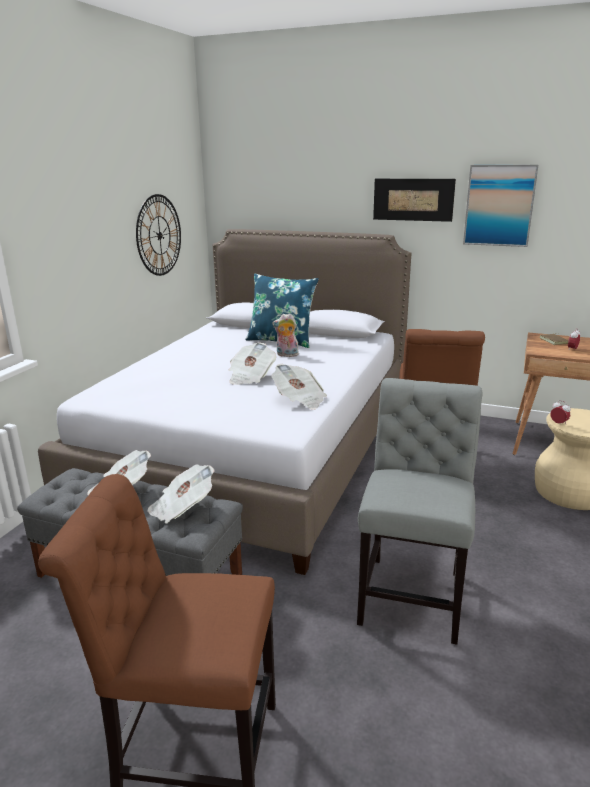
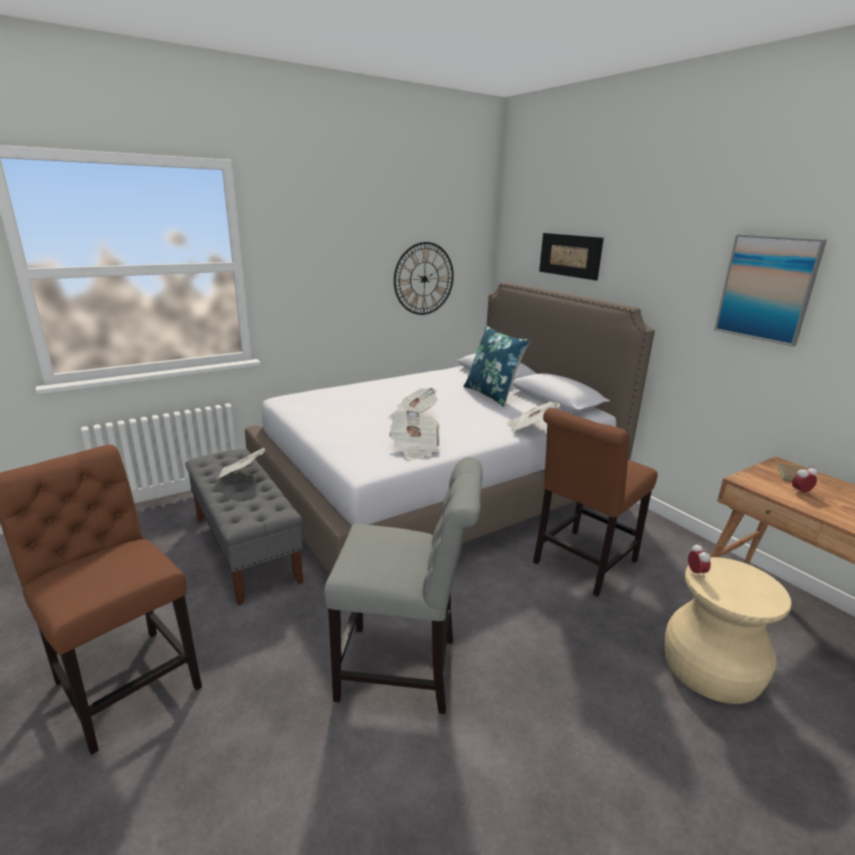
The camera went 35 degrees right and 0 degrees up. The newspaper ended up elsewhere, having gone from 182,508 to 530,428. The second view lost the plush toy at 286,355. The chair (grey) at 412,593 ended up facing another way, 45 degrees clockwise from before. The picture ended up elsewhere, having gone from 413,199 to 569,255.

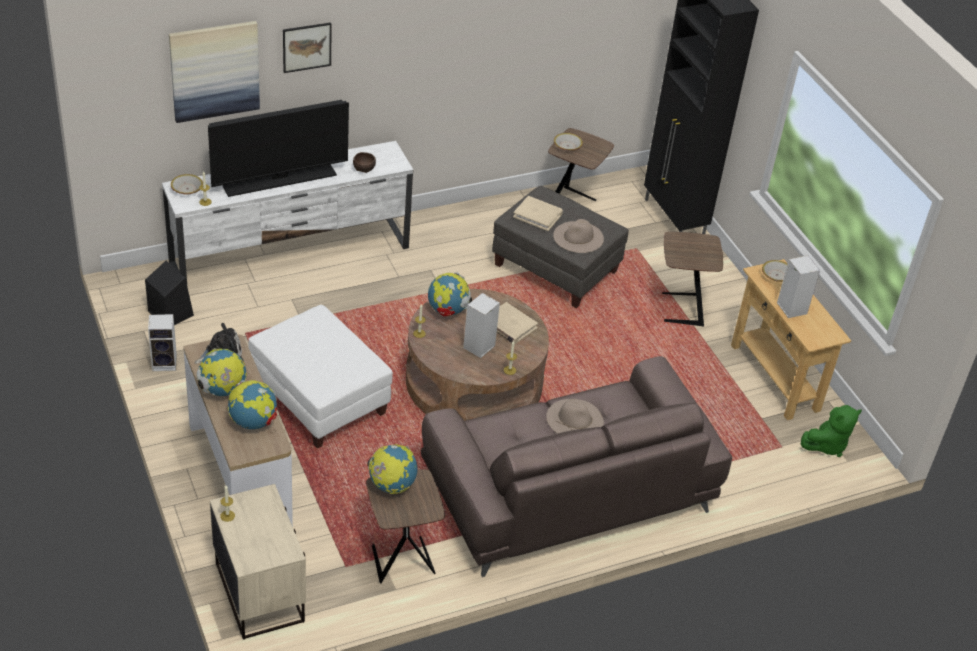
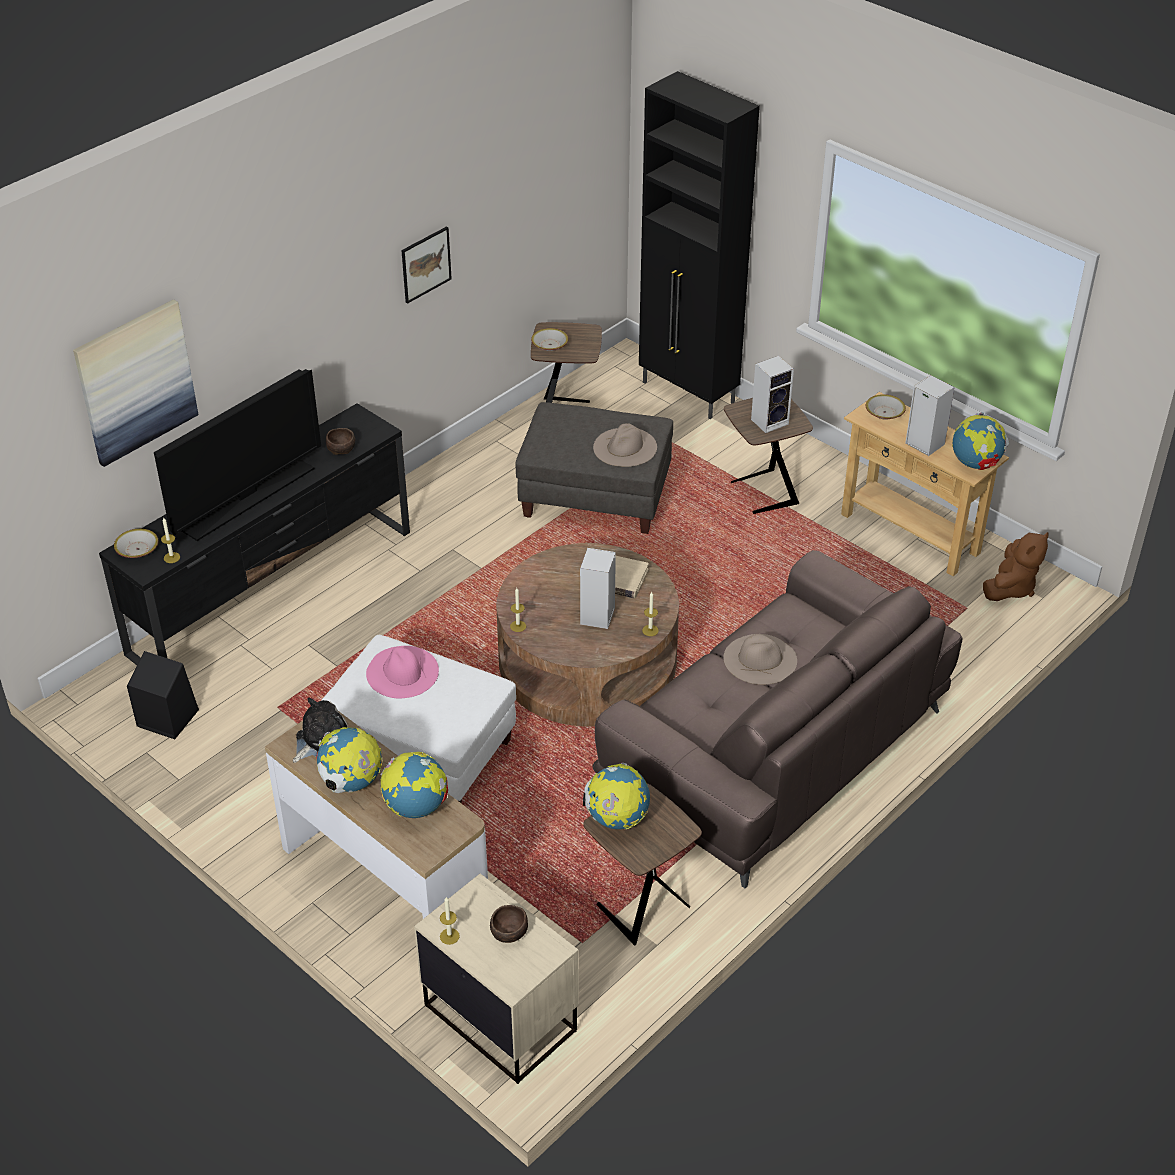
The camera went 20 degrees left and 0 degrees up. The speaker ended up elsewhere, having gone from 165,363 to 770,421. What was the tv stand (white) at 291,255 turned into the tv stand (black) at 274,591. The picture ended up elsewhere, having gone from 307,47 to 426,264. The globe ended up elsewhere, having gone from 447,311 to 976,464. The second view lost the book (beige) at 538,215. What was the plush toy (green) at 827,445 turned into the plush toy (brown) at 1010,588. The second view gained the hat (pink) at 402,672. The second view gained the bowl (brown) at 508,932.

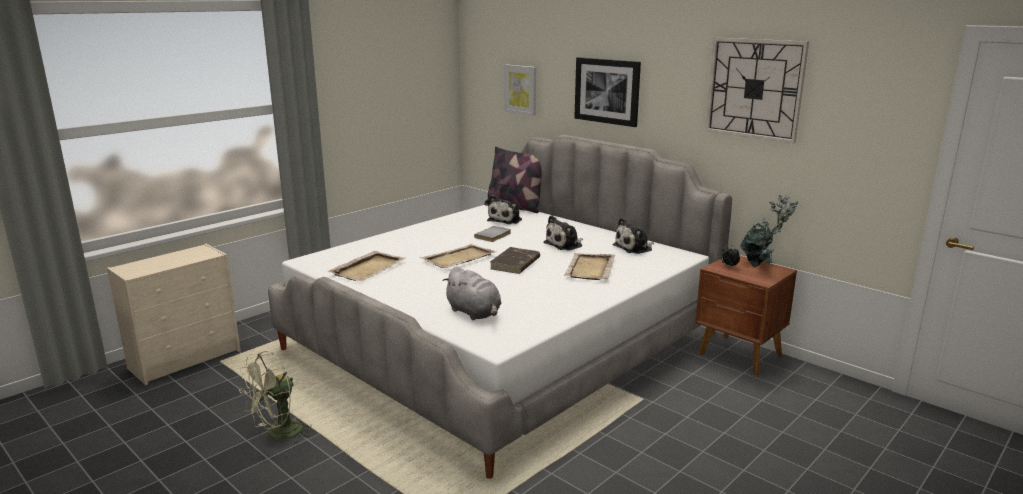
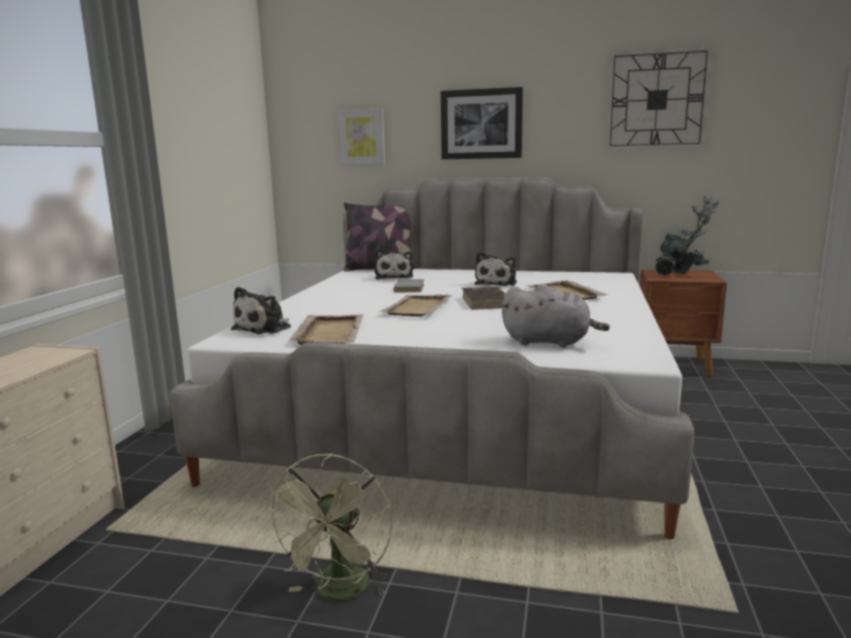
The camera went 30 degrees left and 5 degrees down. The plush toy ended up elsewhere, having gone from 634,248 to 264,328.

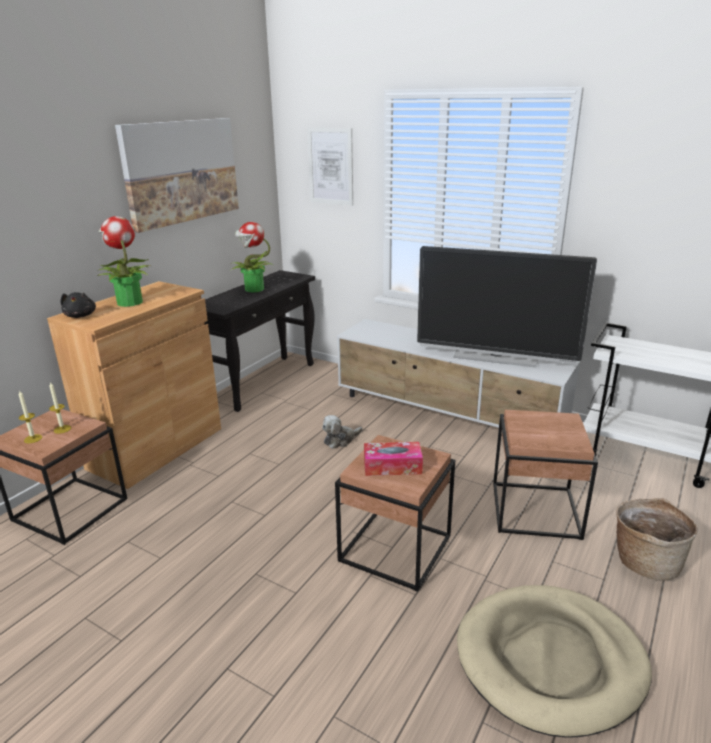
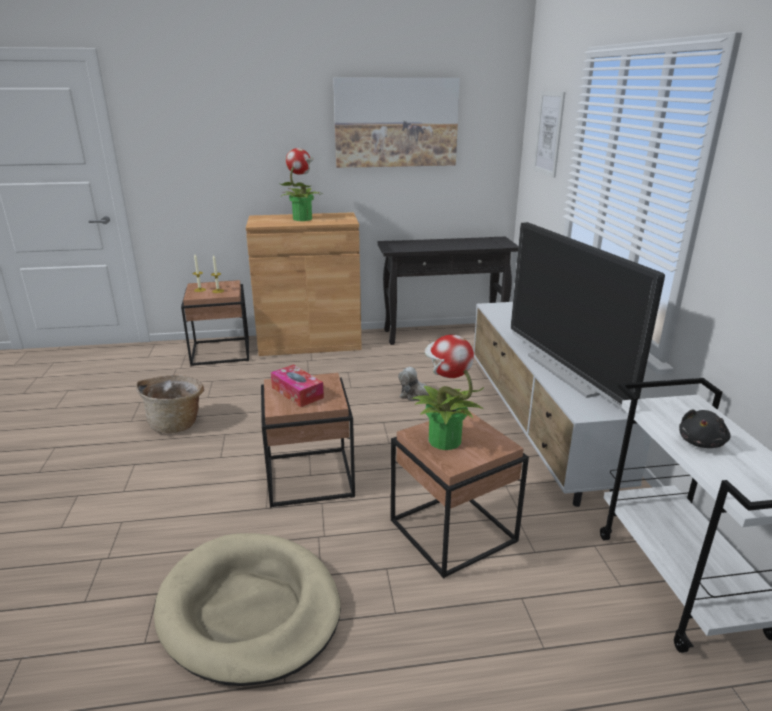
The camera went 50 degrees right and 0 degrees up. The plush toy (black) ended up elsewhere, having gone from 81,316 to 701,442. The potted plant ended up elsewhere, having gone from 253,289 to 443,440. The basket ended up elsewhere, having gone from 645,561 to 177,423.

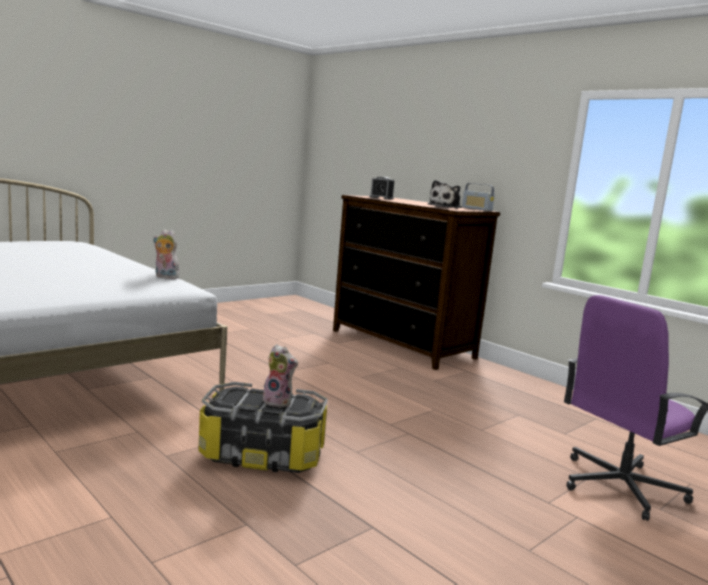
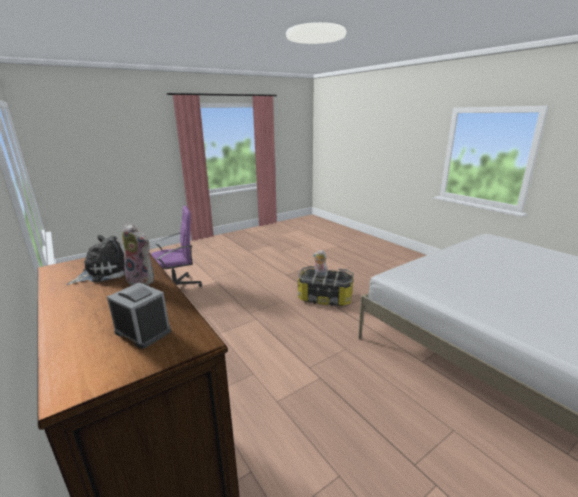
The camera went 170 degrees left and 10 degrees up. The plush toy ended up elsewhere, having gone from 165,277 to 143,280. The second view lost the radio at 477,209.

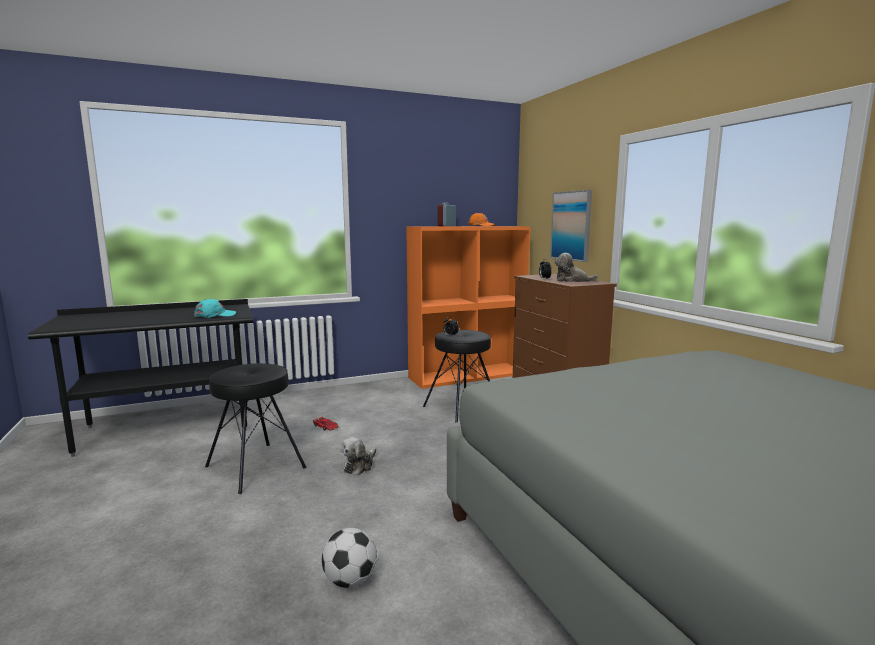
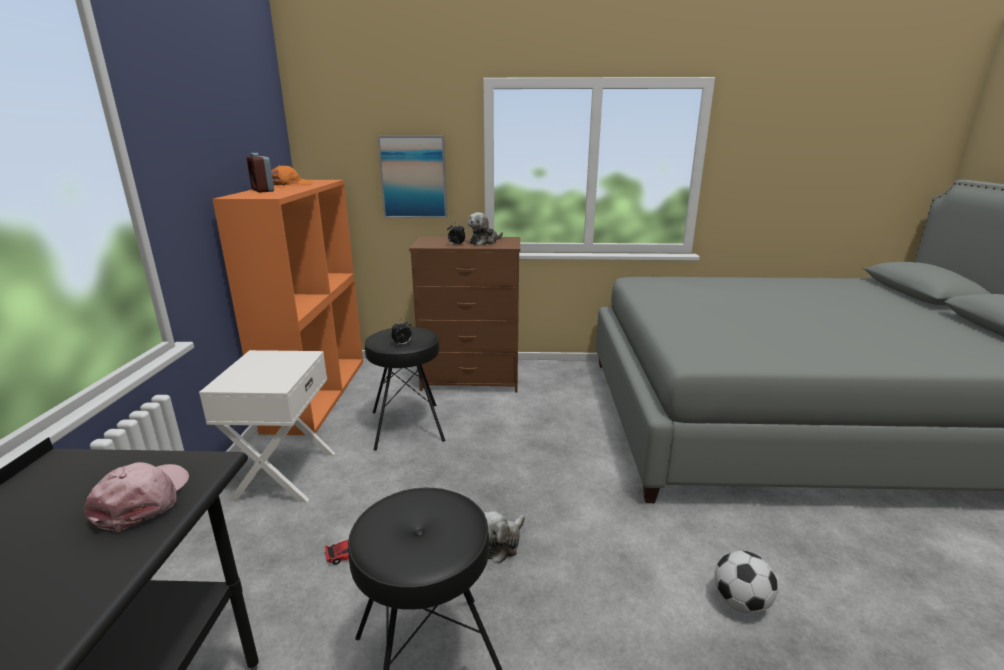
The camera went 65 degrees left and 10 degrees up. What was the cap (turquoise) at 215,315 turned into the cap (pink) at 143,499. The plush toy at 359,465 ended up facing another way, 75 degrees clockwise from before. The second view gained the nightstand (white) at 283,475.

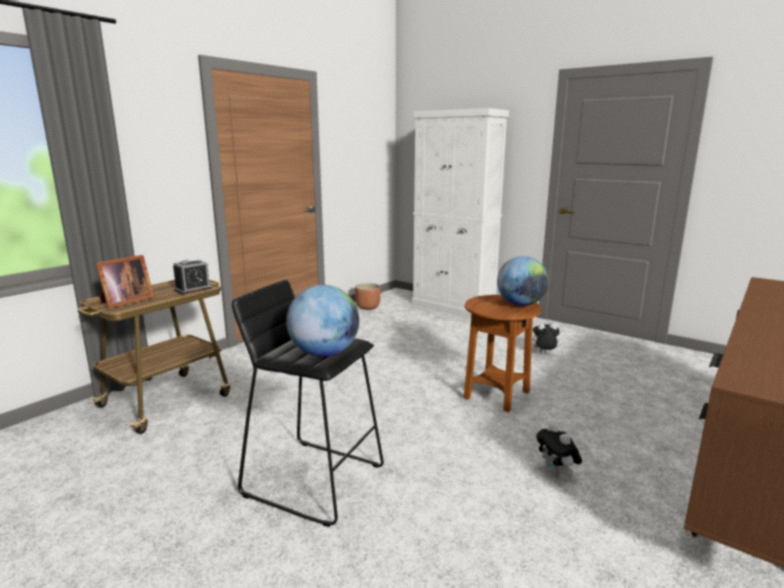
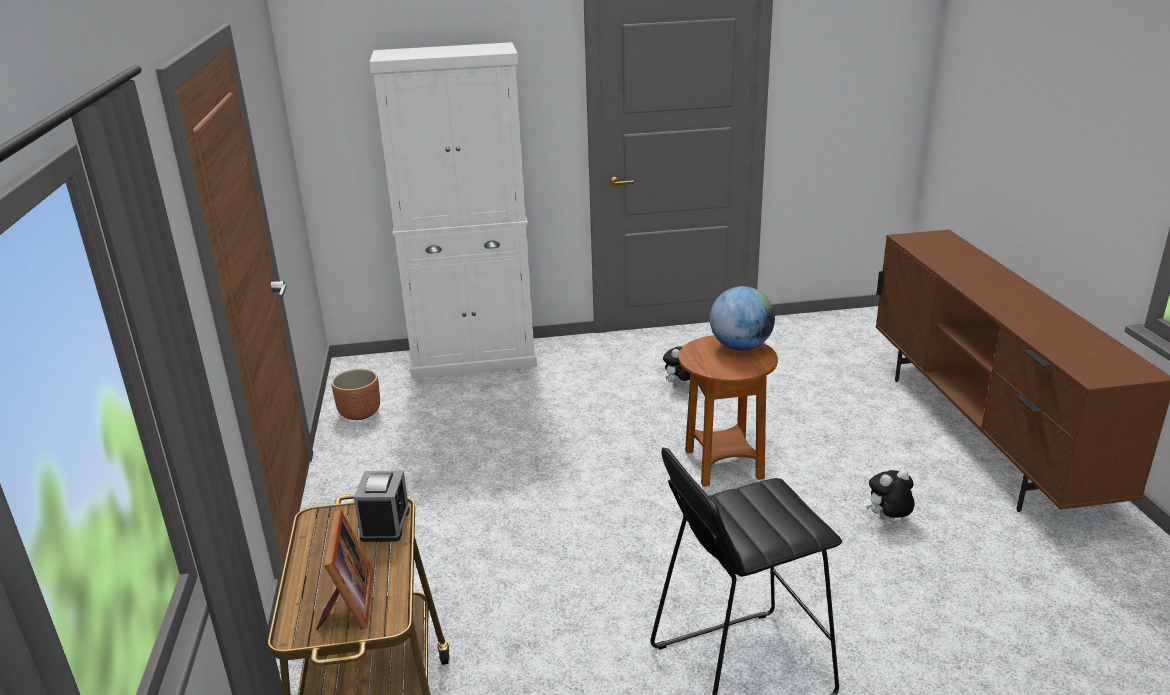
The camera went 45 degrees left and 10 degrees up. The second view lost the globe at 324,353. The plush toy at 556,474 ended up facing another way, 135 degrees clockwise from before.

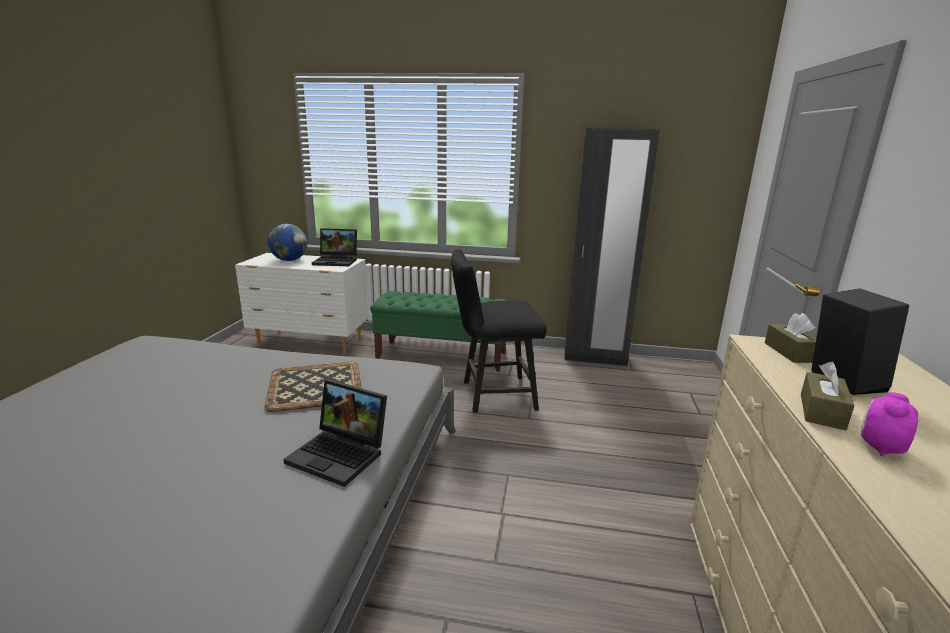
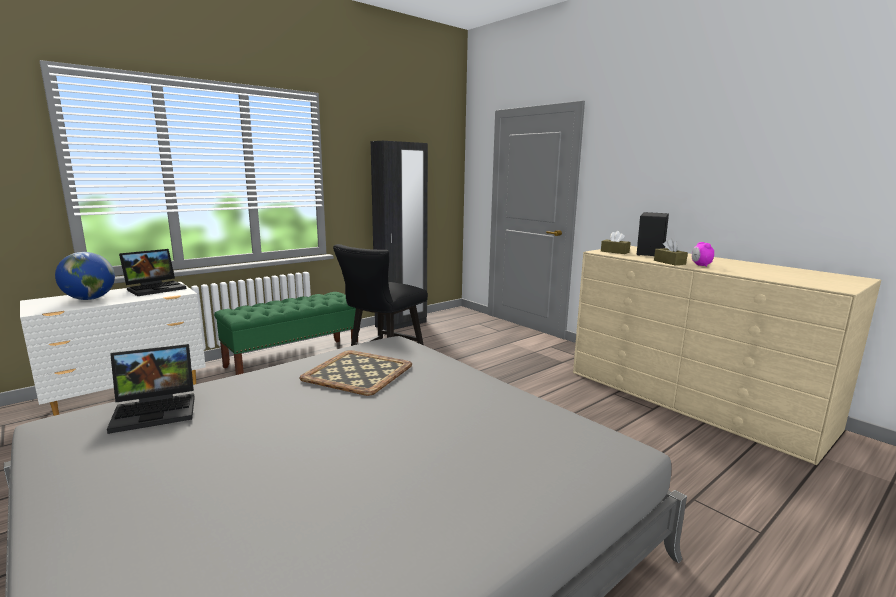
The camera went 50 degrees left and 5 degrees down. The laptop ended up elsewhere, having gone from 341,454 to 157,410.

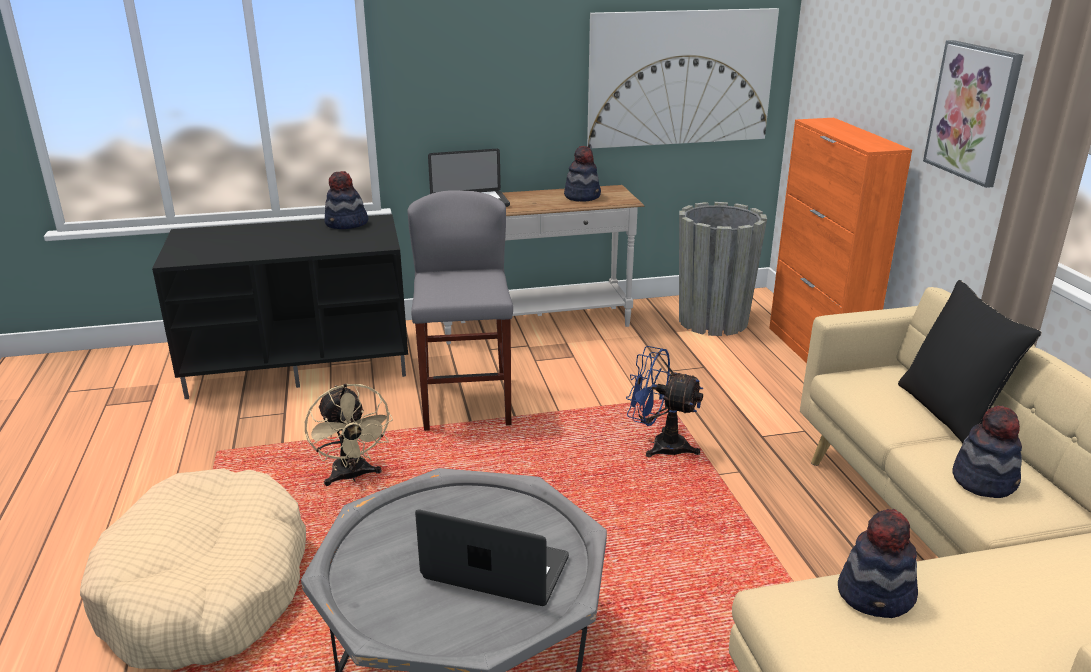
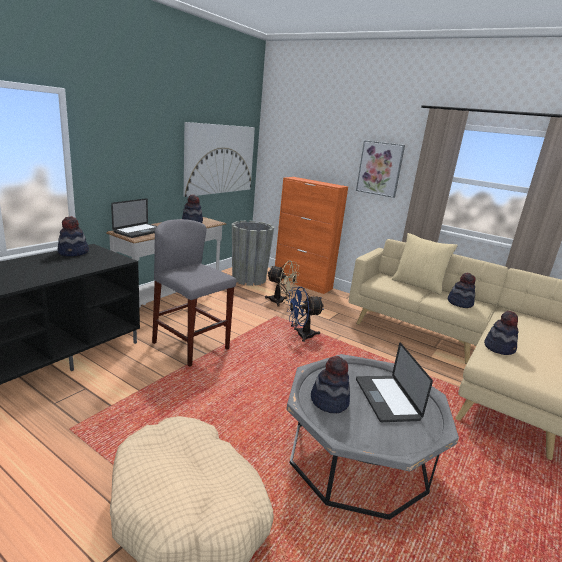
The camera went 45 degrees left and 5 degrees down. The fan (beige) ended up elsewhere, having gone from 352,476 to 280,301. The laptop at 496,569 ended up facing another way, 75 degrees counterclockwise from before. What was the pillow (black) at 950,413 turned into the pillow (beige) at 418,285. The second view gained the hat at 329,401.

